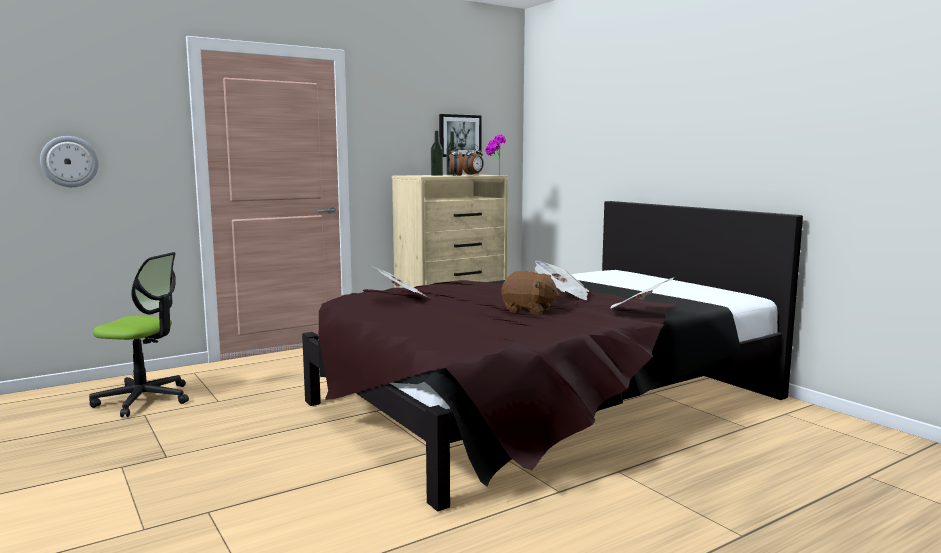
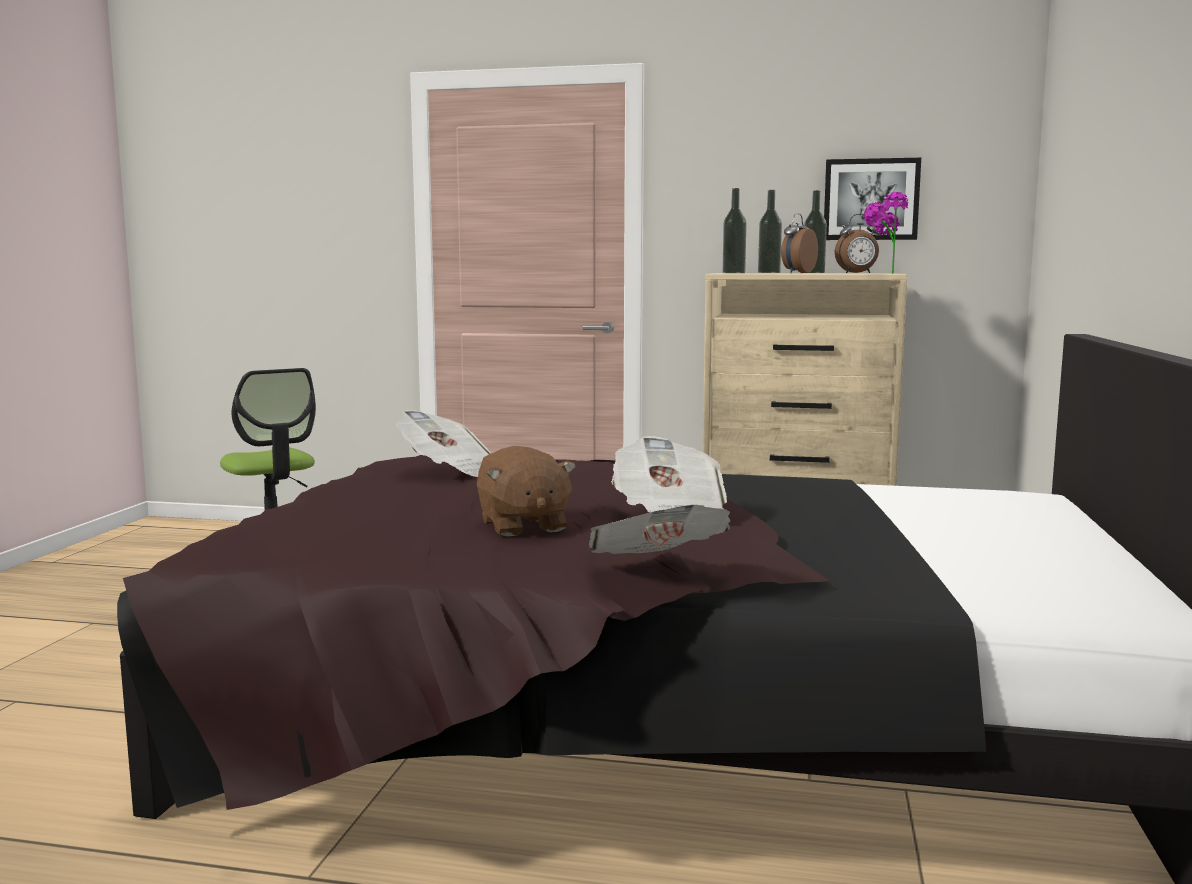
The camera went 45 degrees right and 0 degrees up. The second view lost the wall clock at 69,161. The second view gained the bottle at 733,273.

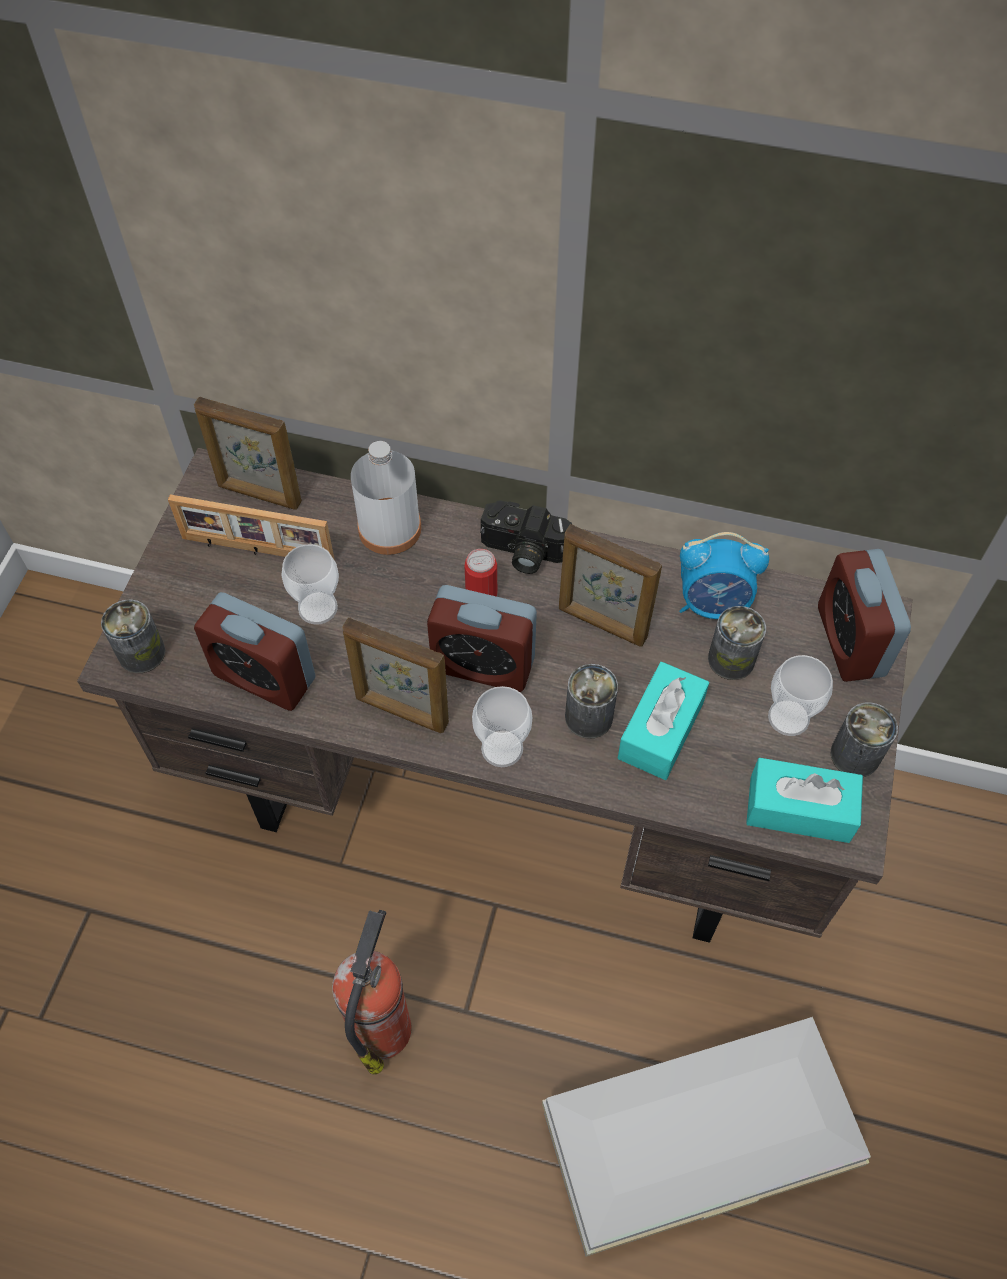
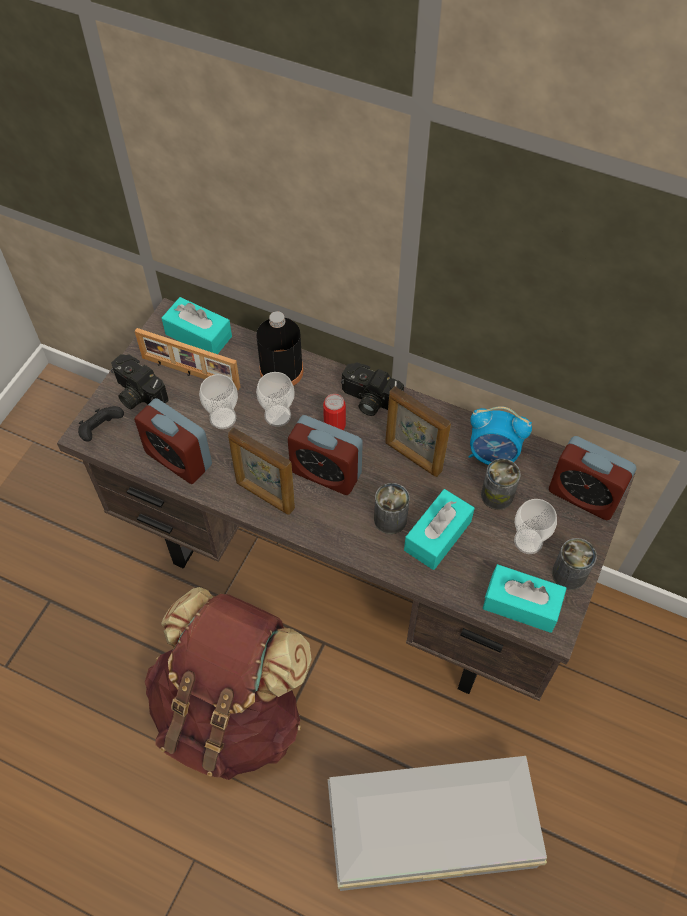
The camera went 10 degrees right and 0 degrees up. Where the can stood at 141,653, the game controller (black) came to stand at 101,431. Where the picture frame stood at 259,494, the tissue box (turquoise) came to stand at 198,335. Where the fire extinguisher stood at 382,1025, the backpack (brown) came to stand at 231,711. What was the bottle (white) at 389,529 turned into the bottle (black) at 281,371. The cup ended up elsewhere, having gone from 502,748 to 277,415. The alarm clock at 850,641 ended up facing another way, 60 degrees counterclockwise from before. The second view gained the photo camera at 136,394.

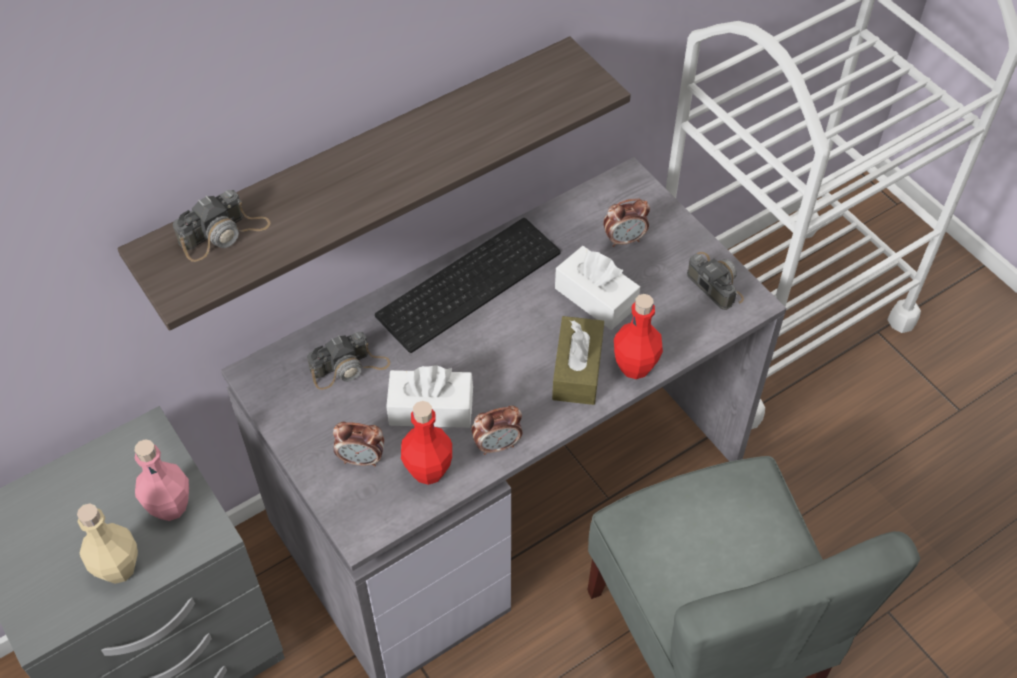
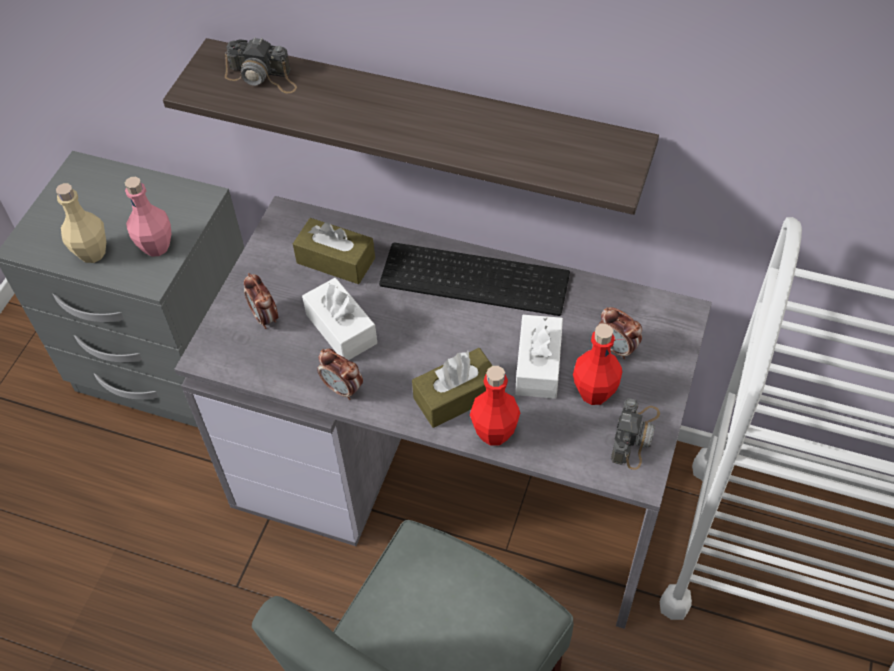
The camera went 55 degrees right and 0 degrees up. Where the photo camera stood at 349,368, the tissue box (brown) came to stand at 336,260. The bottle (red) ended up elsewhere, having gone from 428,470 to 594,392.

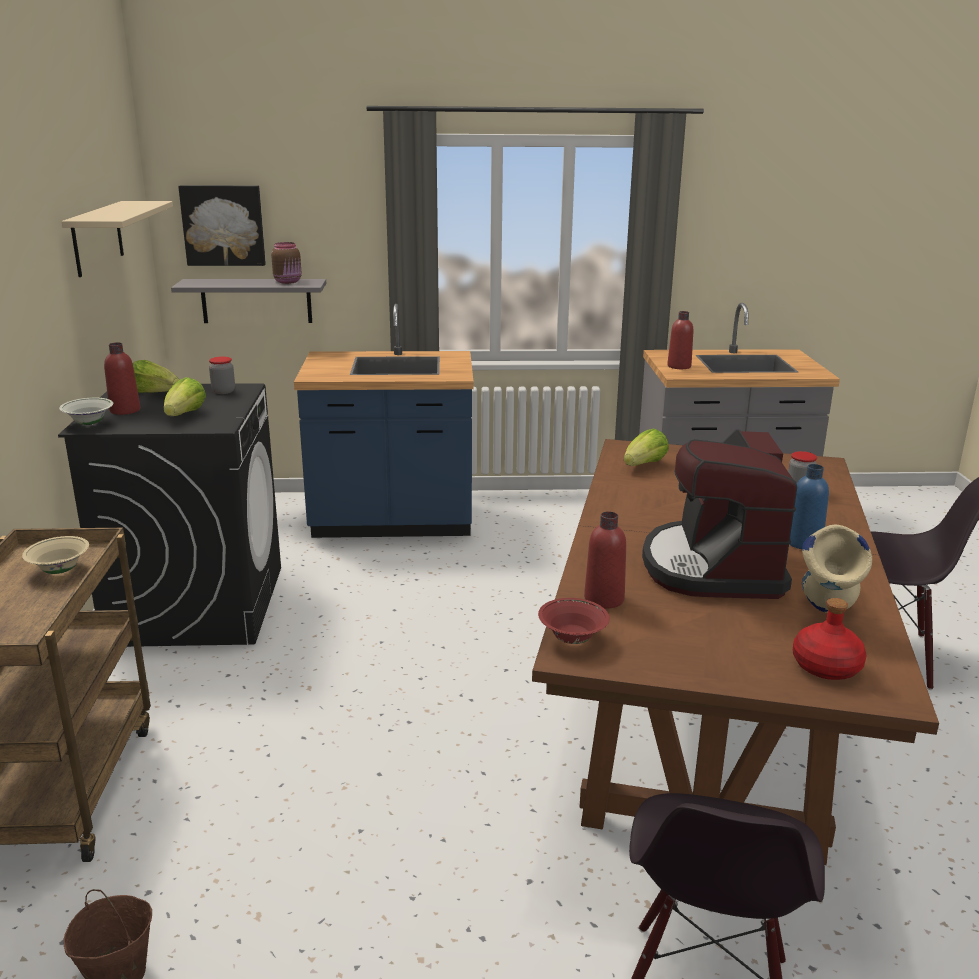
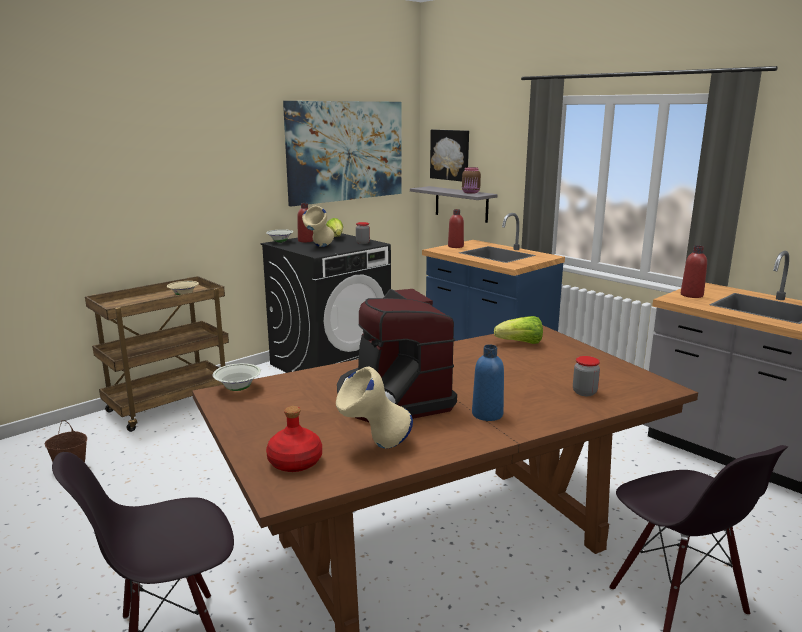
The camera went 50 degrees right and 5 degrees down. Where the shelf (beige) hung at 97,238, the picture came to hang at 346,151. Where the lettuce stood at 185,415, the vase (beige) came to stand at 319,247. What was the bowl (red) at 572,639 turned into the bowl (white) at 238,389. The bottle (red) ended up elsewhere, having gone from 604,599 to 455,246. The coffee machine at 713,567 ended up facing another way, 75 degrees counterclockwise from before.

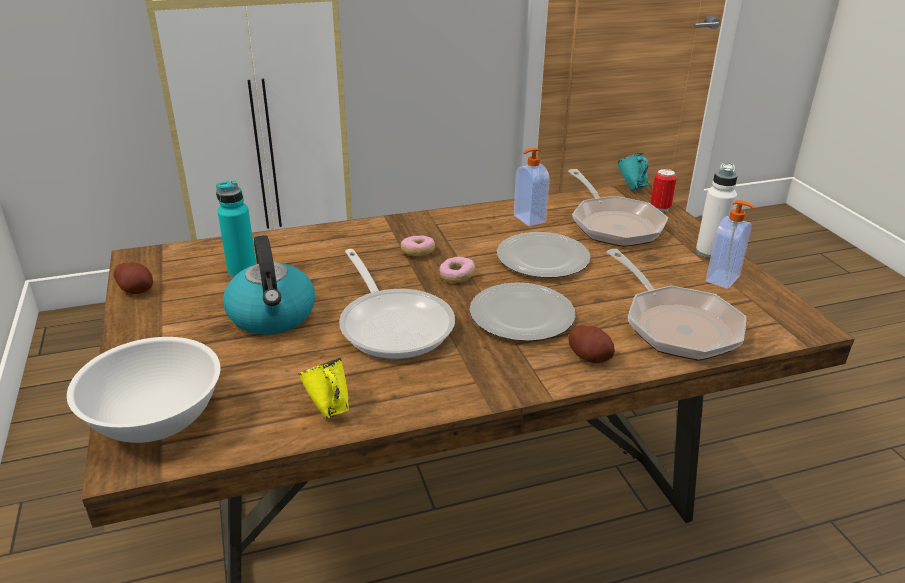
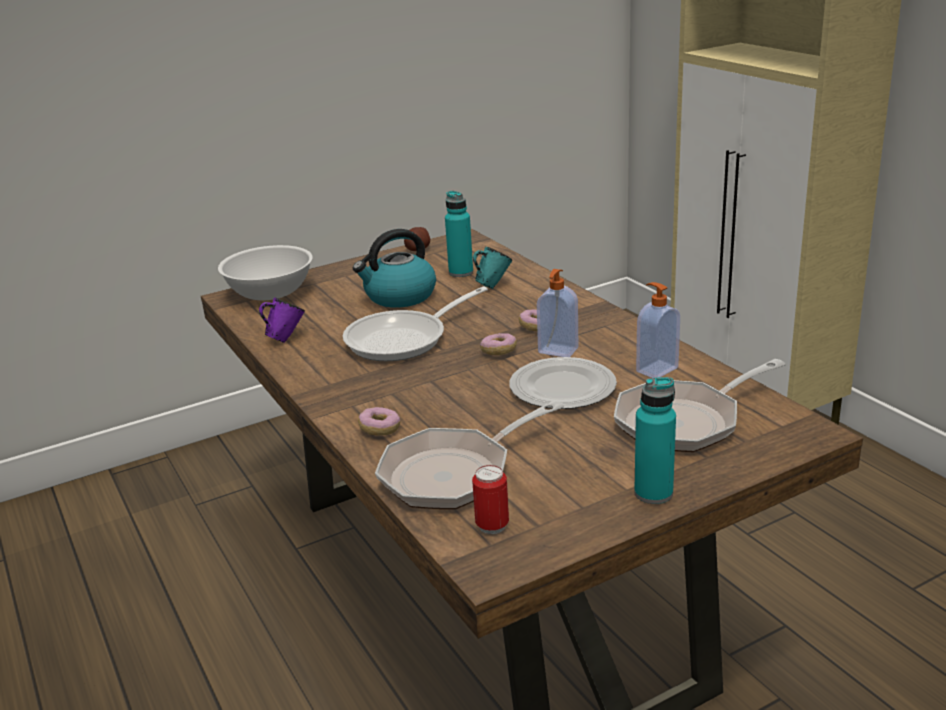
The camera went 80 degrees right and 5 degrees down. What was the mug (yellow) at 329,410 turned into the mug (purple) at 285,339. The second view lost the plate at 521,314. Where the potato stood at 590,356, the donut came to stand at 380,429. The mug (turquoise) ended up elsewhere, having gone from 631,188 to 492,285. The can ended up elsewhere, having gone from 660,208 to 492,526. What was the bottle (white) at 709,252 turned into the bottle (turquoise) at 653,493. The soap dispenser ended up elsewhere, having gone from 723,279 to 557,351.

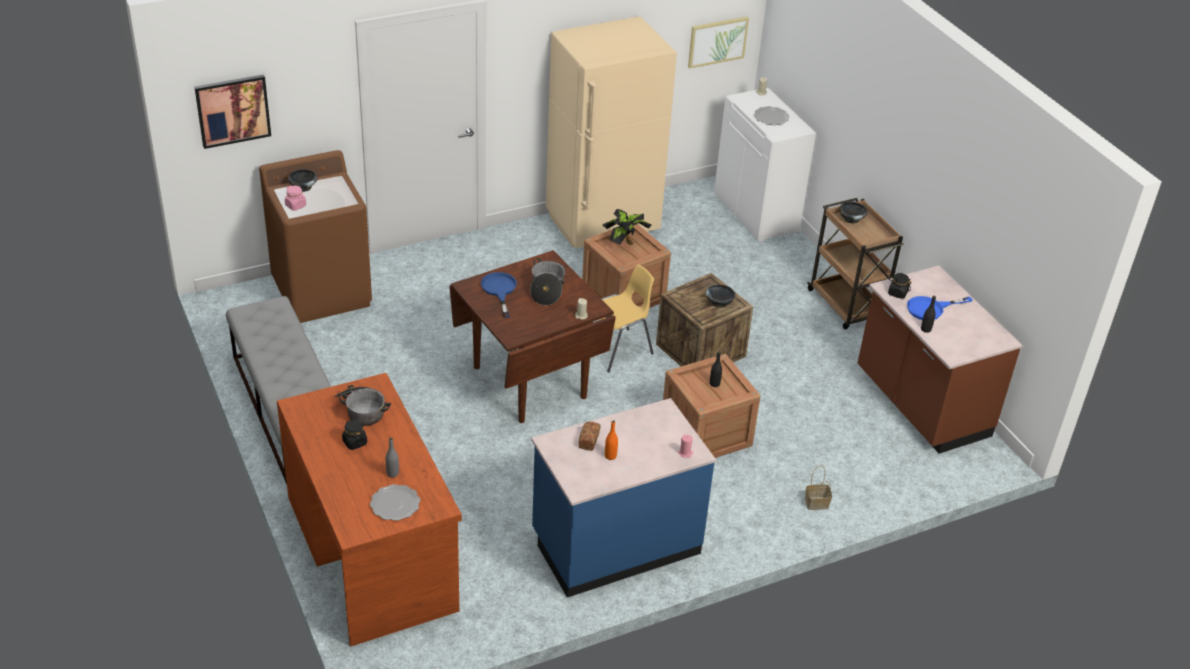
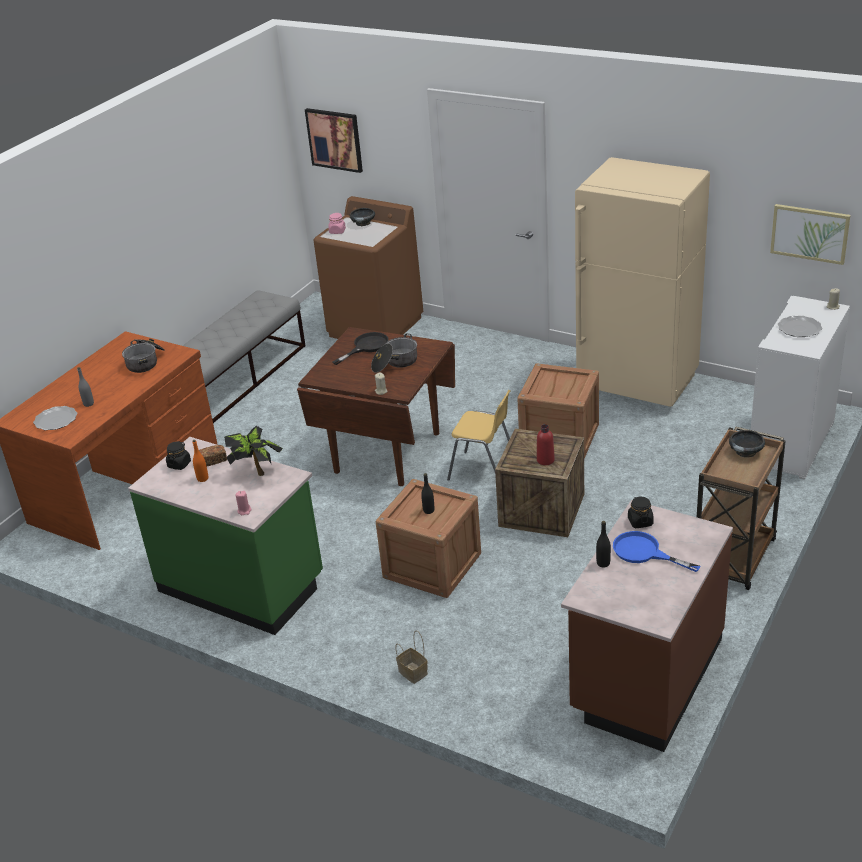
The camera went 60 degrees right and 5 degrees down. The jar (black) ended up elsewhere, having gone from 354,442 to 179,464. What was the frying pan (blue) at 499,290 turned into the frying pan (black) at 366,347. What was the counter (blue) at 615,543 turned into the counter (green) at 242,584. The potted plant ended up elsewhere, having gone from 625,243 to 256,471. Where the bowl (black) stood at 719,302, the bottle (red) came to stand at 545,460.

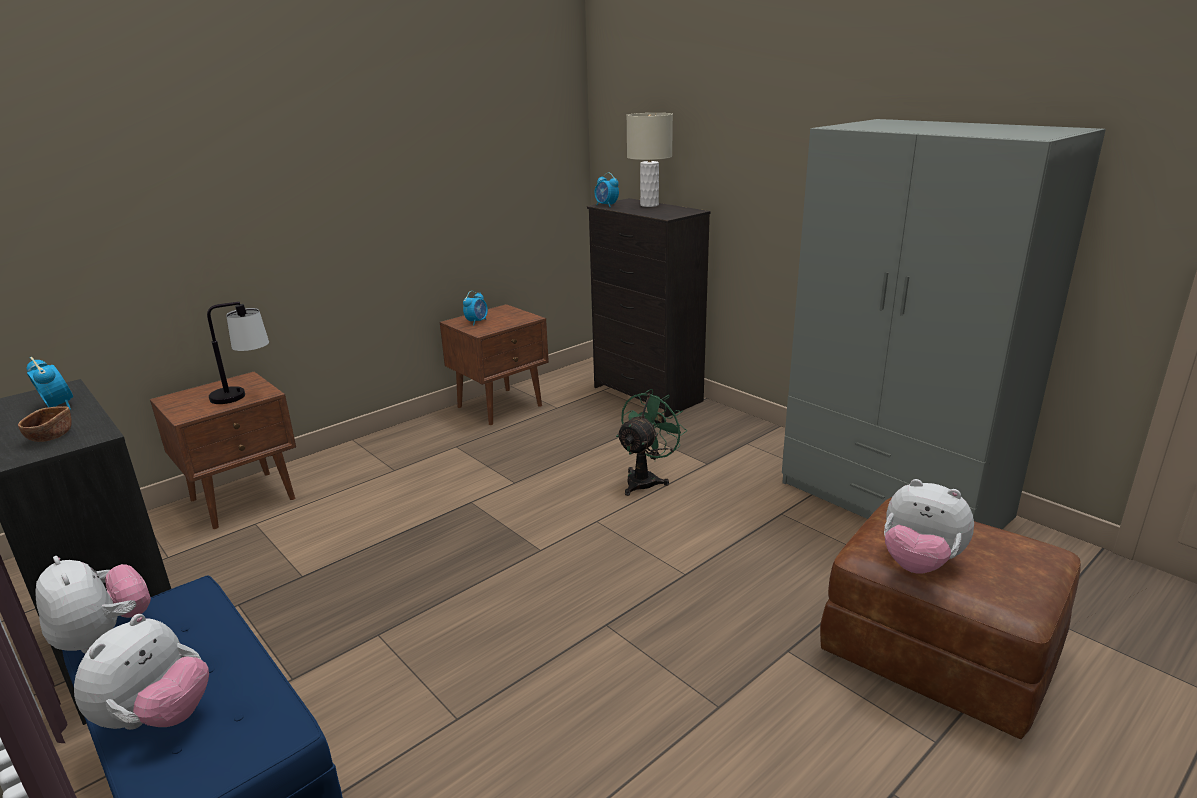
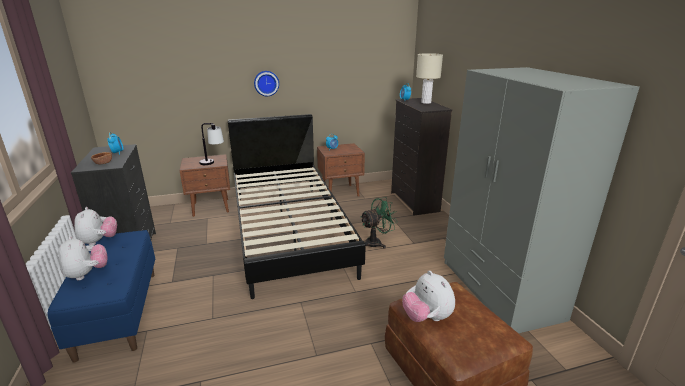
The camera went 25 degrees right and 0 degrees up. The plush toy at 157,717 ended up facing another way, 75 degrees counterclockwise from before. The second view gained the bed (black) at 289,231. The second view gained the wall clock at 266,83.

